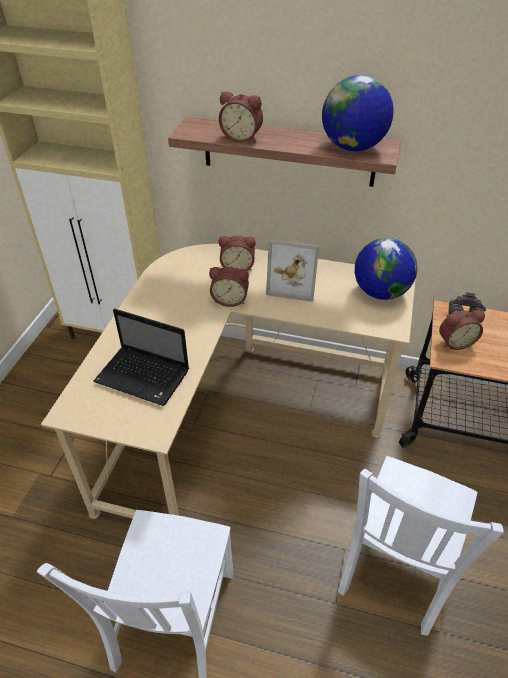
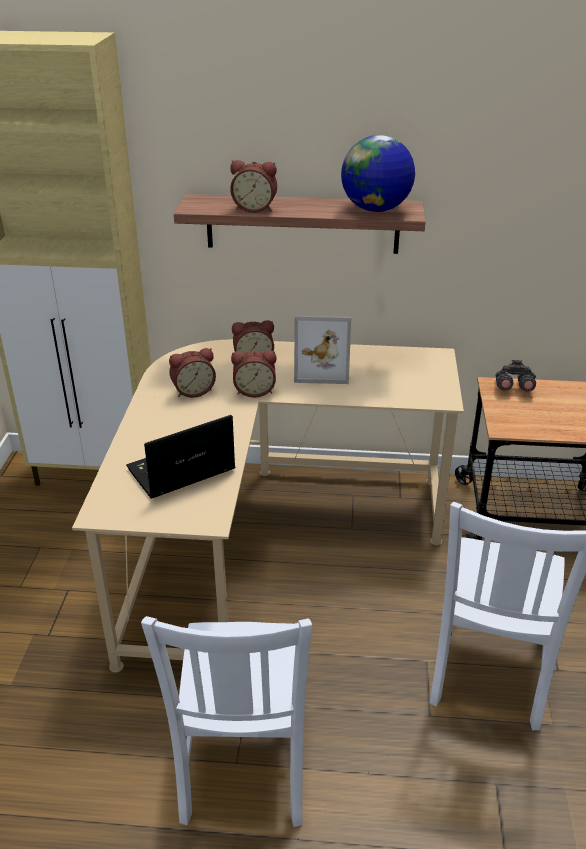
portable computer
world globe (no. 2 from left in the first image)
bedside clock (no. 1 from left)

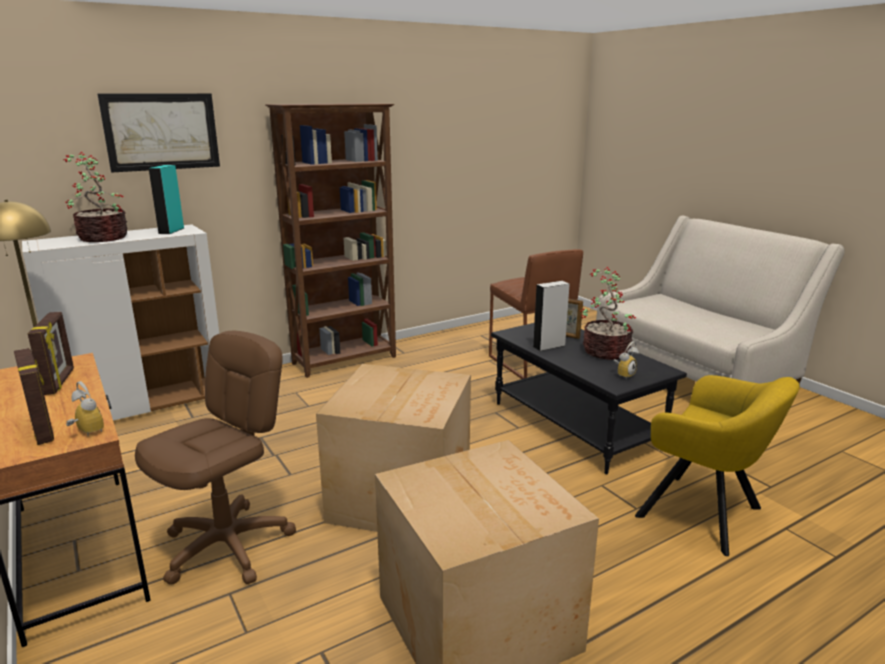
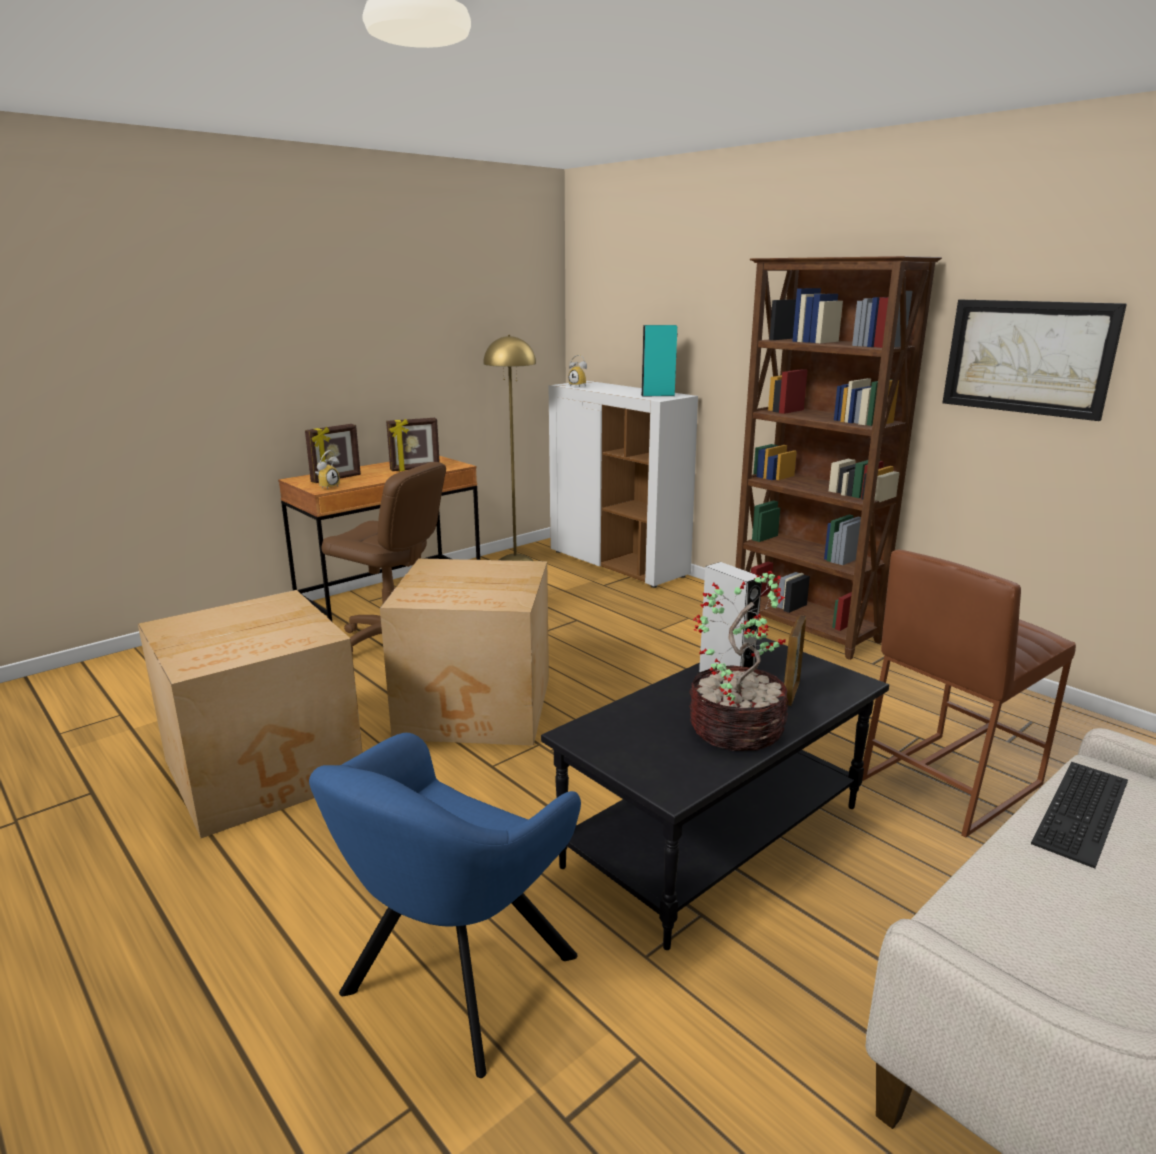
potted plant (no. 1 from left in the first image)
picture
bedside clock (no. 2 from left)
armchair (blue)
PC keyboard

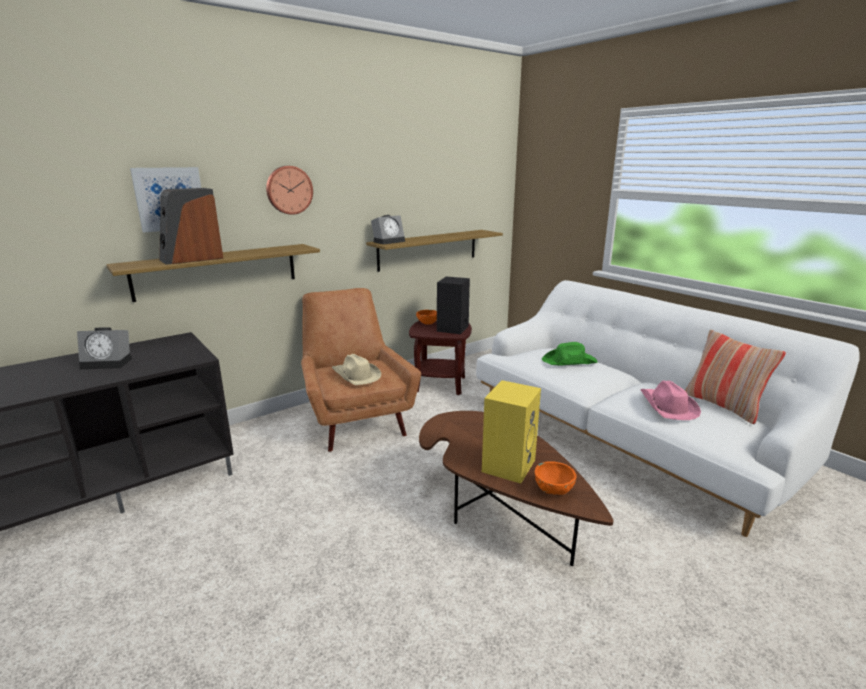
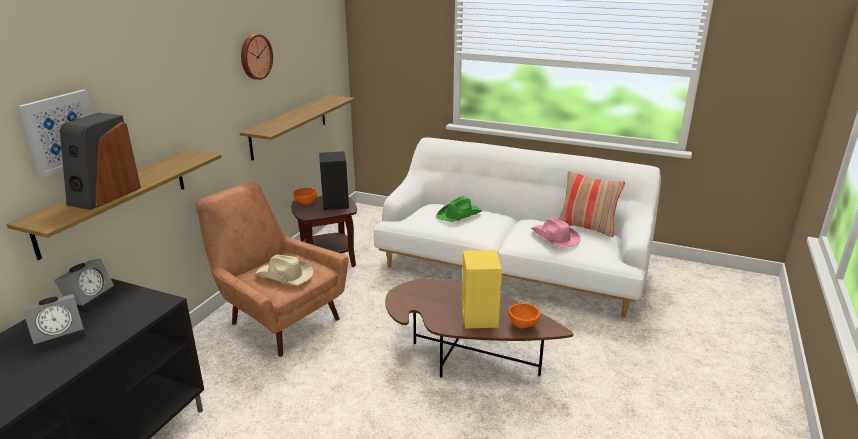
wall clock
bedside clock (no. 2 from left)

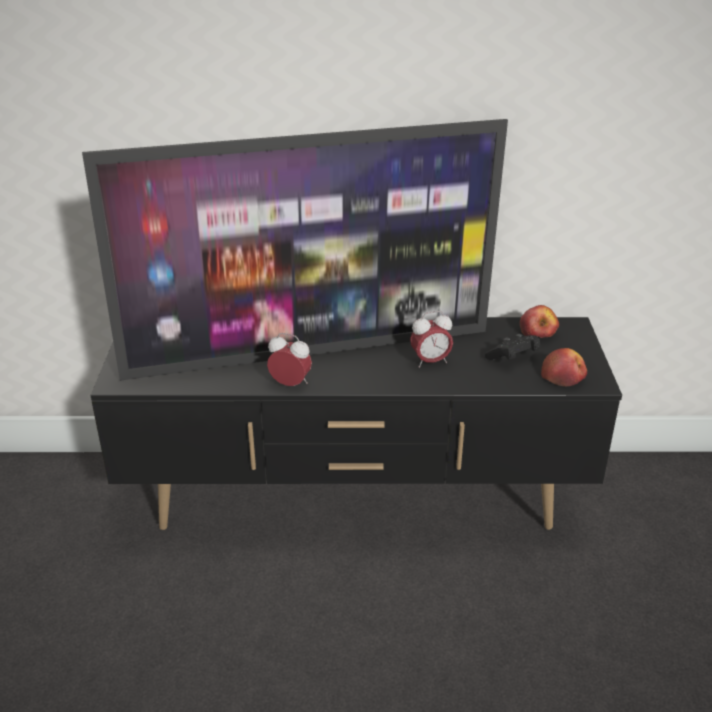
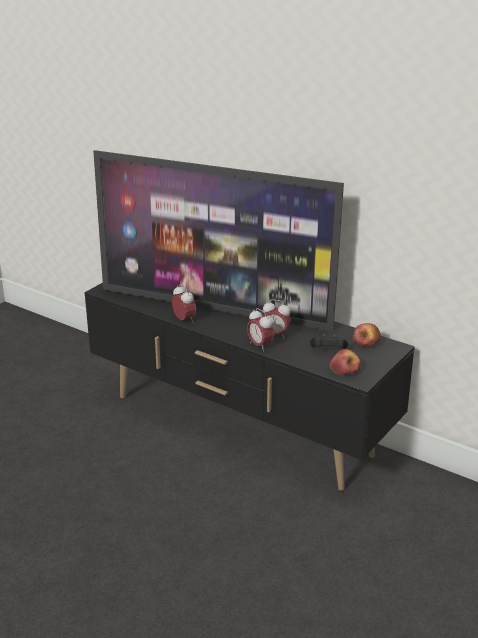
bedside clock (no. 2 from left)

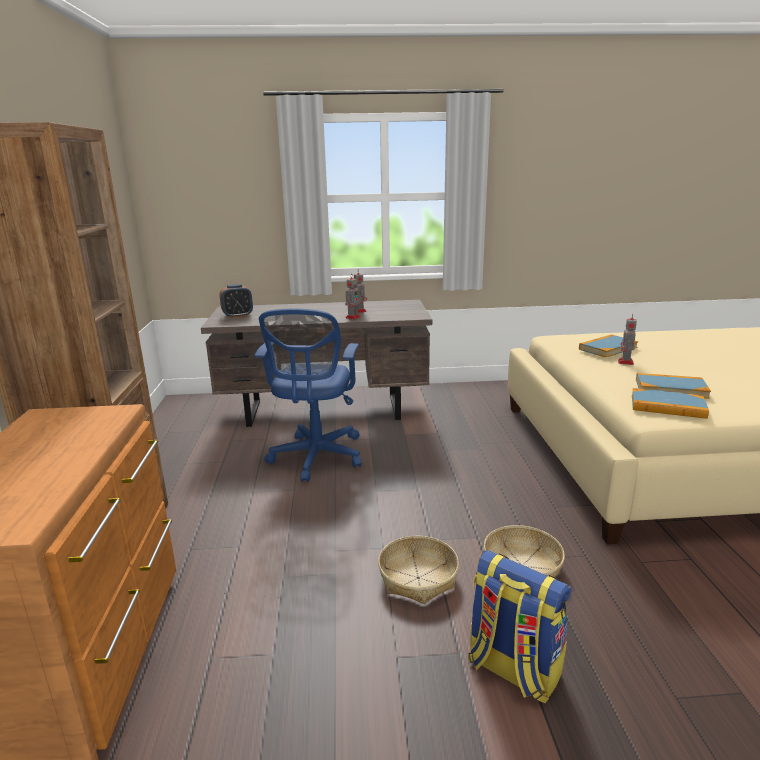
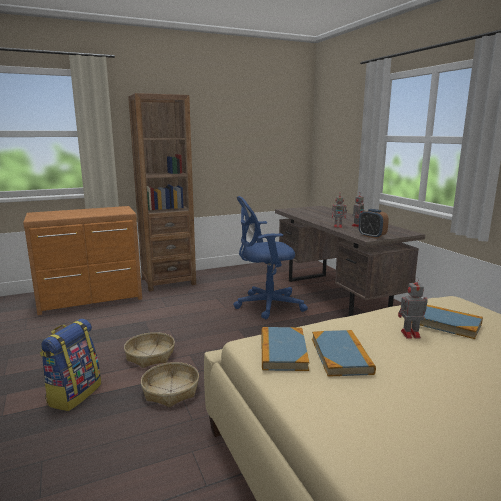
bedside clock

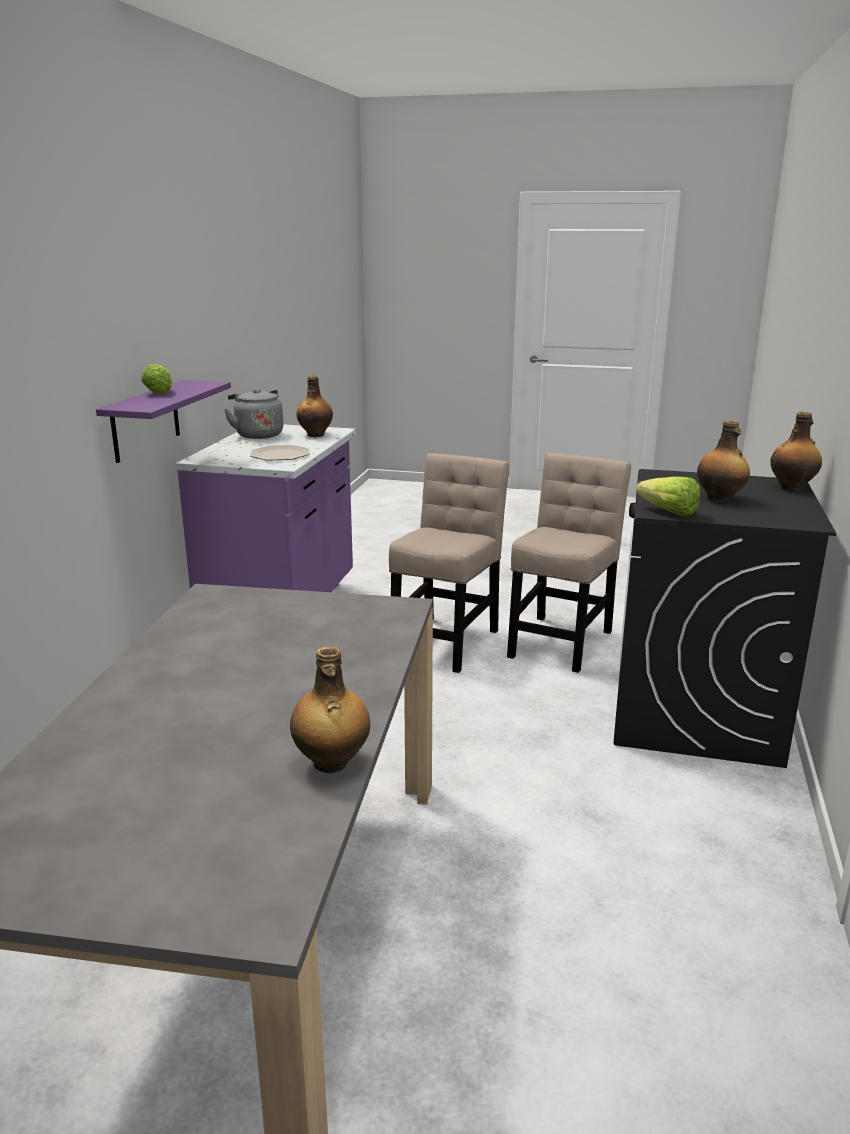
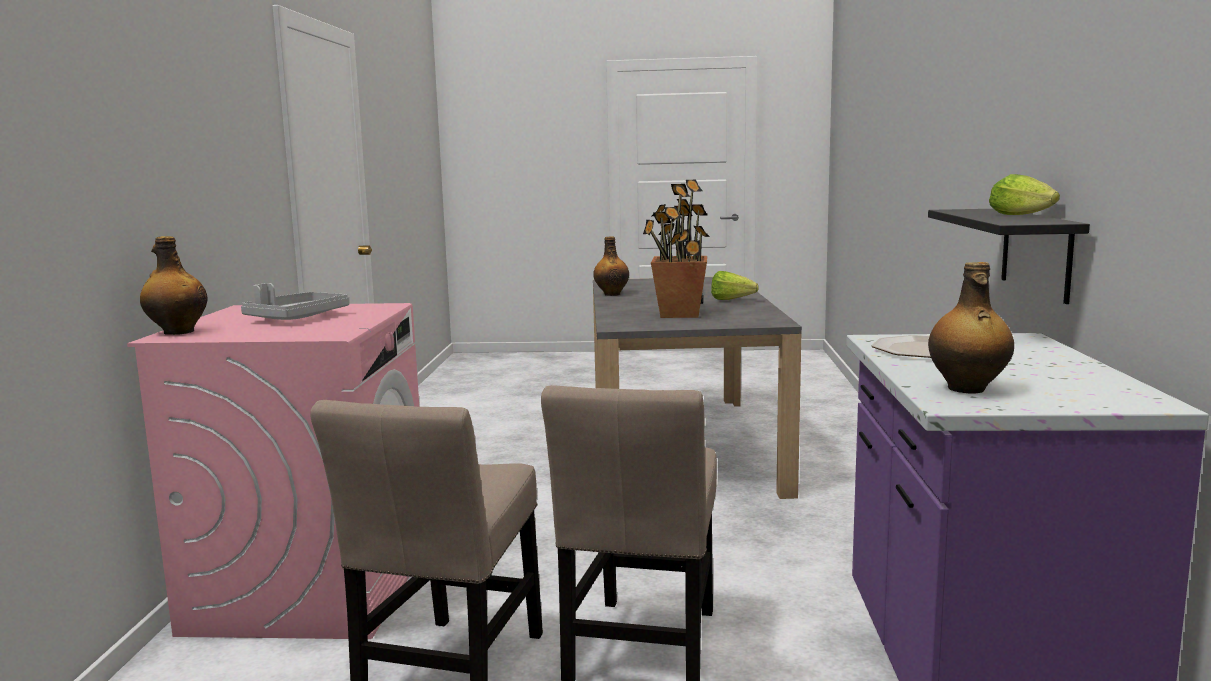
wall shelf (blackish)
tea kettle (gray)
washing machine (pink)
head of lettuce (no. 1 from left)
carrying tray (gray)
potted plant

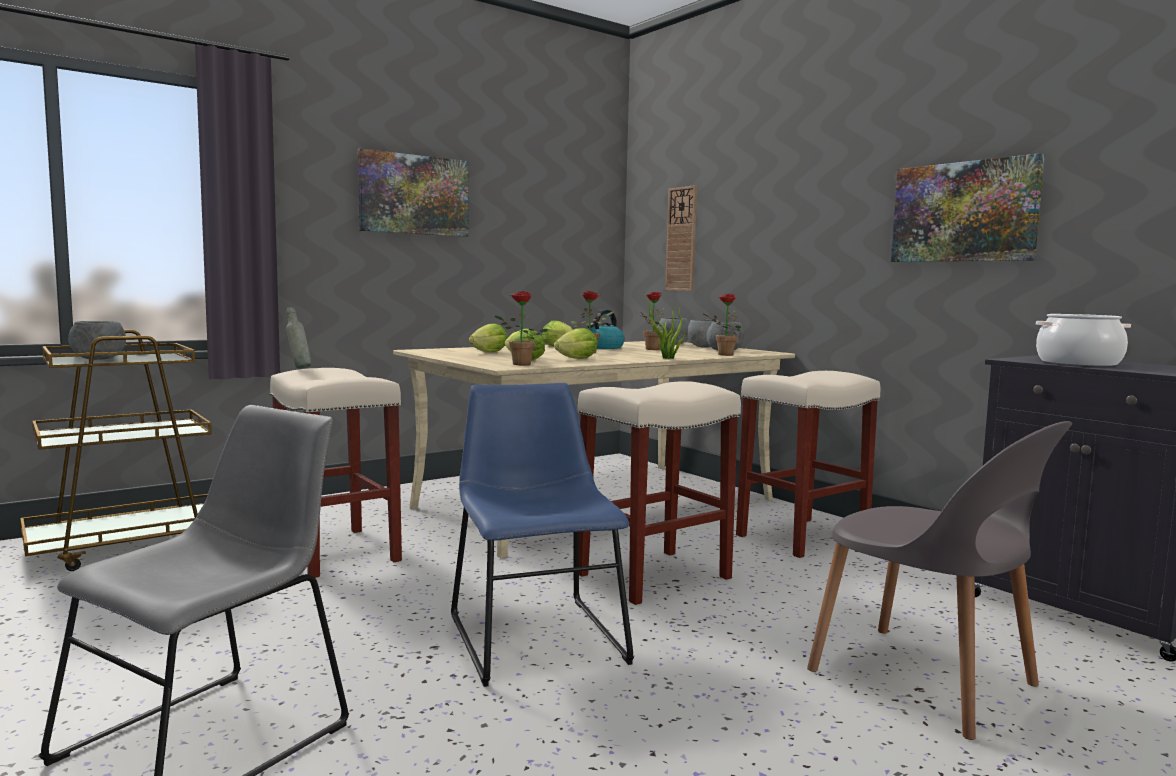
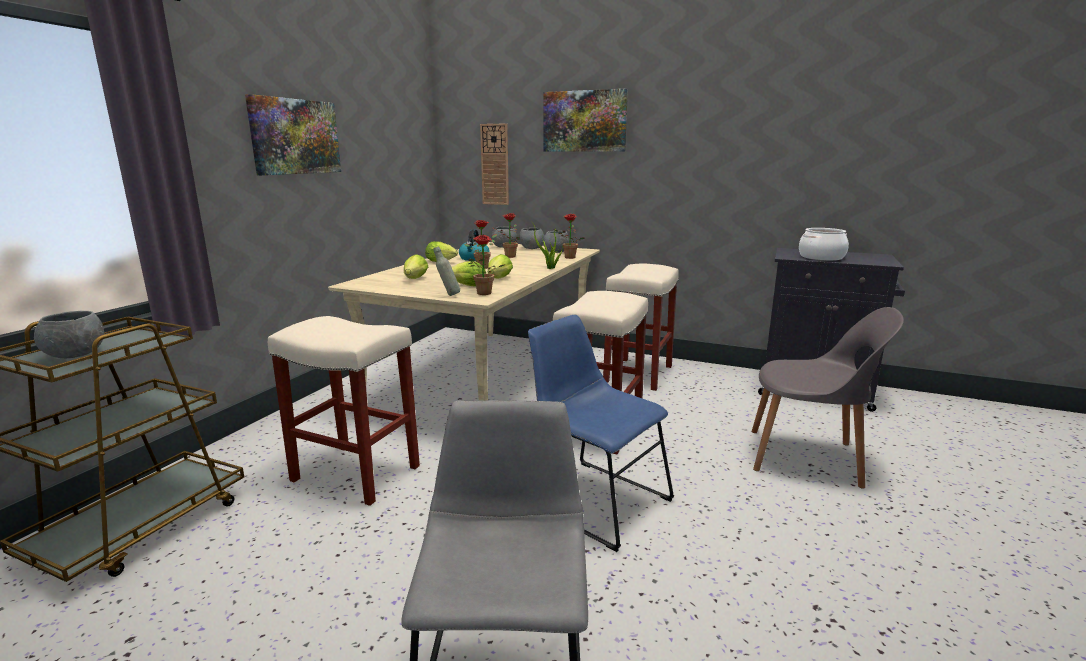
beverage bottle (gray)
picture (no. 2 from left)

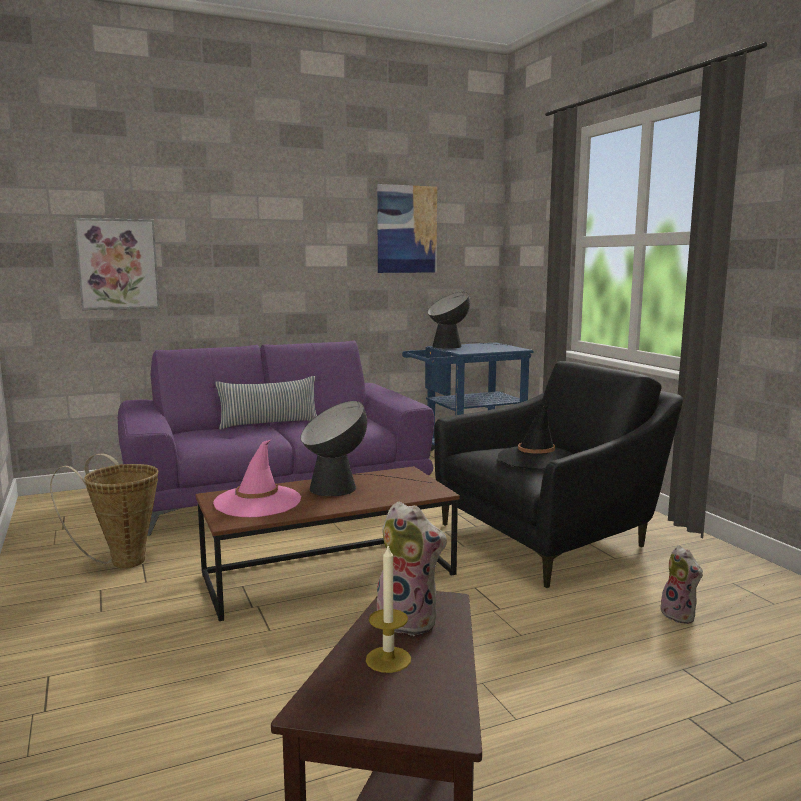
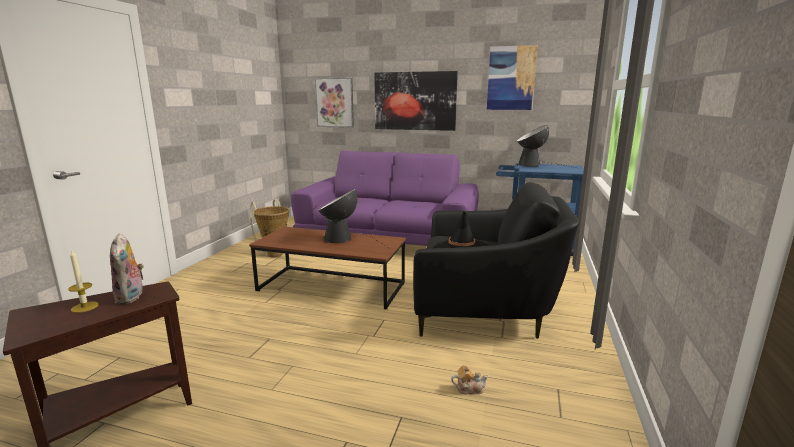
hat (pink)
cushion
tea pot
picture (no. 2 from left)

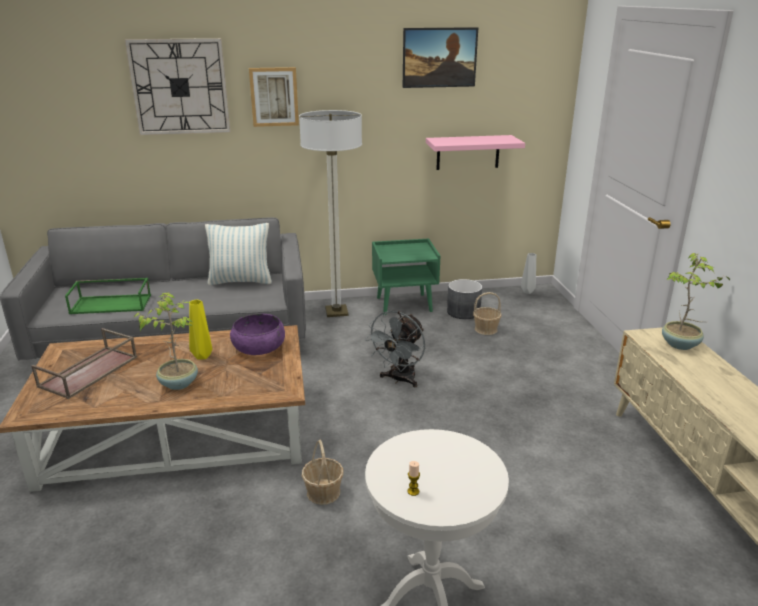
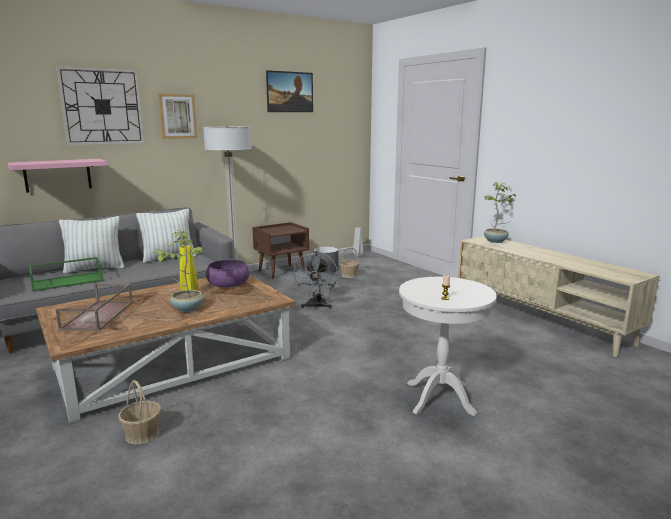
basket (no. 1 from left)
nightstand (brown-coloured)
wall shelf (pink)
cushion (no. 1 from left)

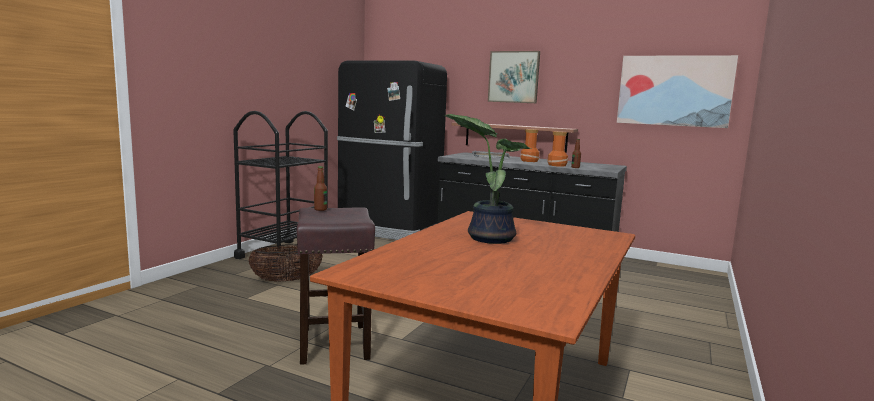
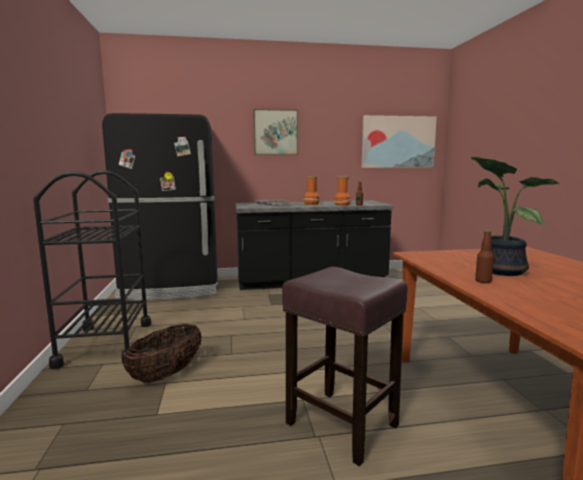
beverage bottle (no. 2 from left)
wall shelf

